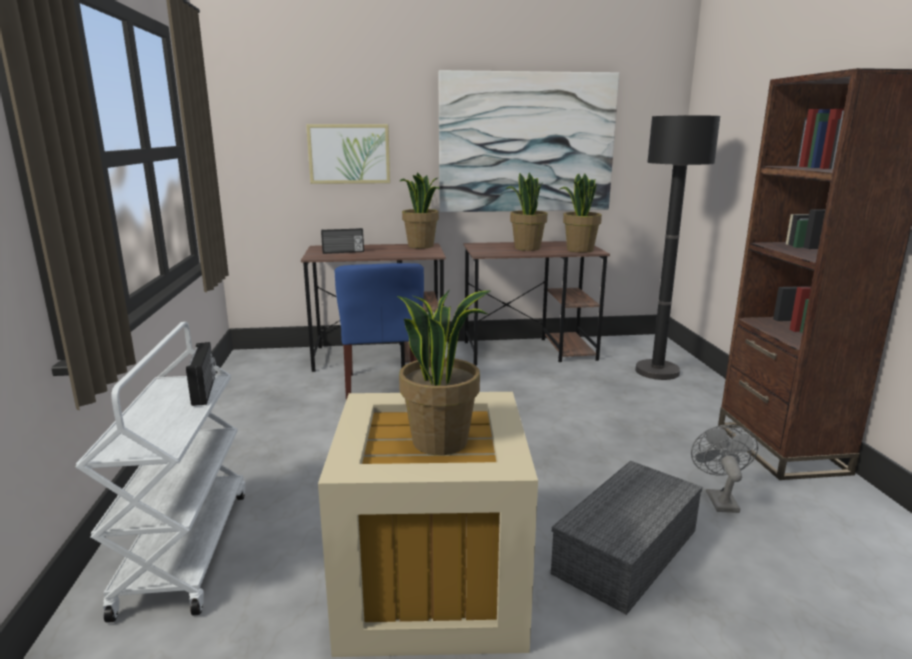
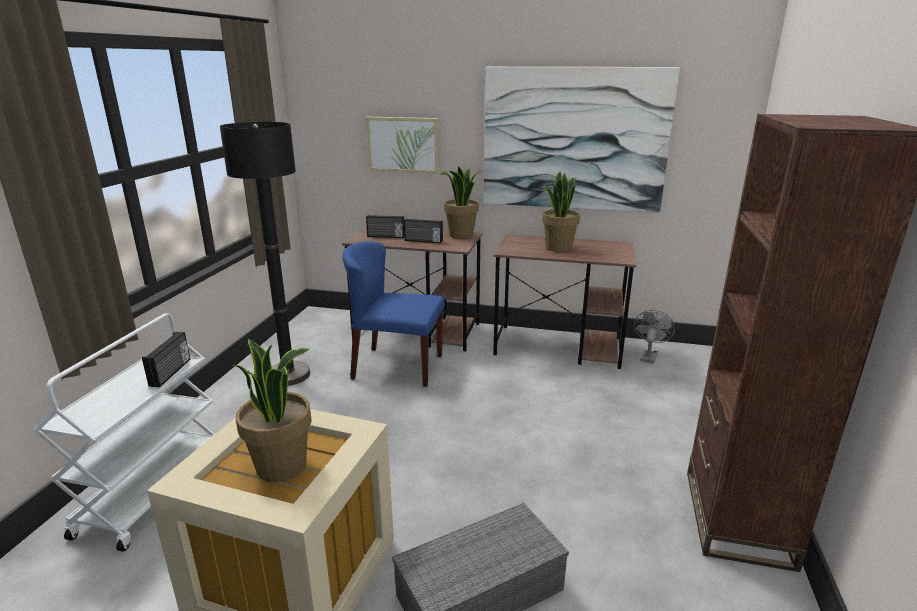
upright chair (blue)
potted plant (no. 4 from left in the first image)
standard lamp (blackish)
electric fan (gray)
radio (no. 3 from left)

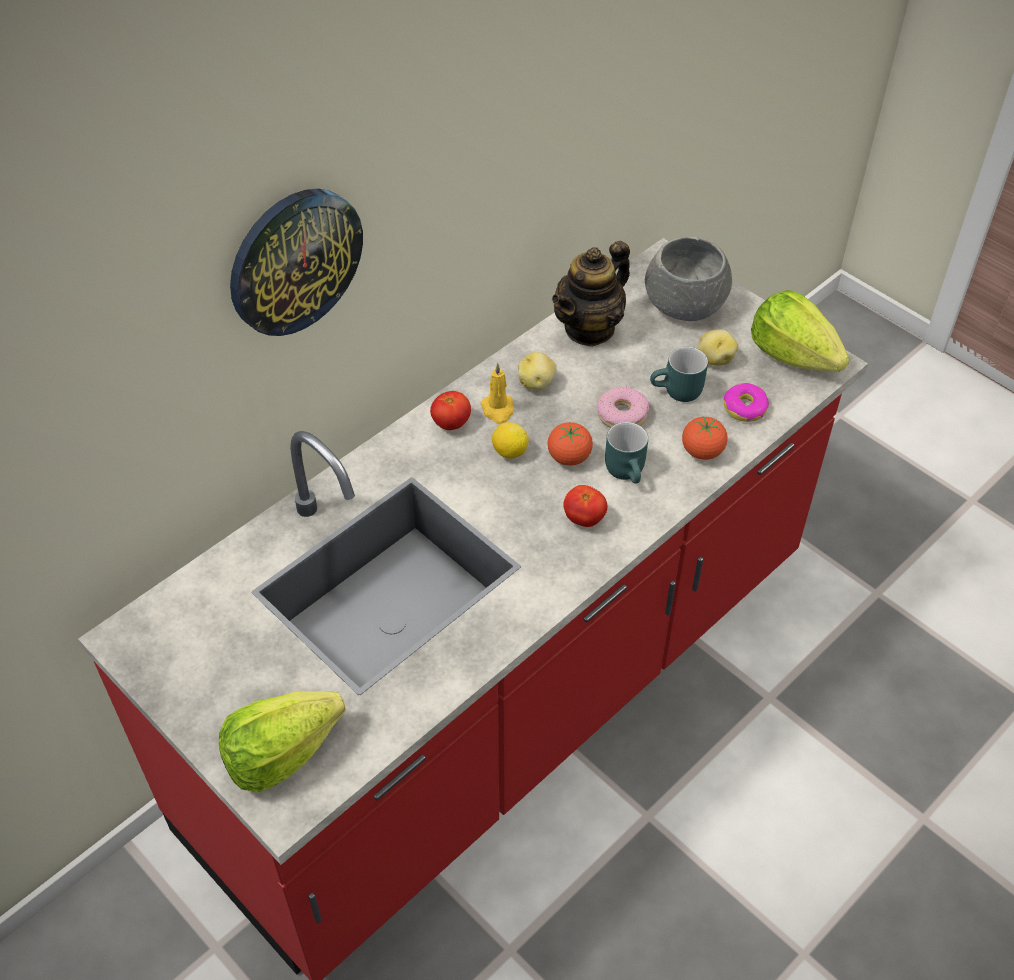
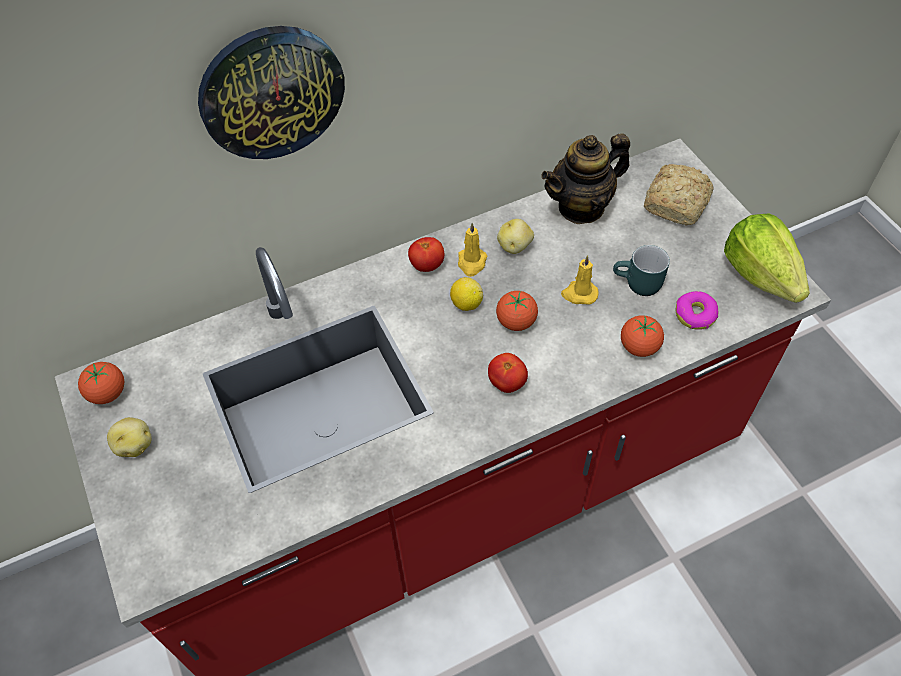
head of lettuce (no. 1 from left in the first image)
wax light (yellow-coloured) (no. 2 from left)
mug (turquoise) (no. 1 from left in the first image)
bakery bread
spud (no. 1 from left)
tomato (no. 1 from left)

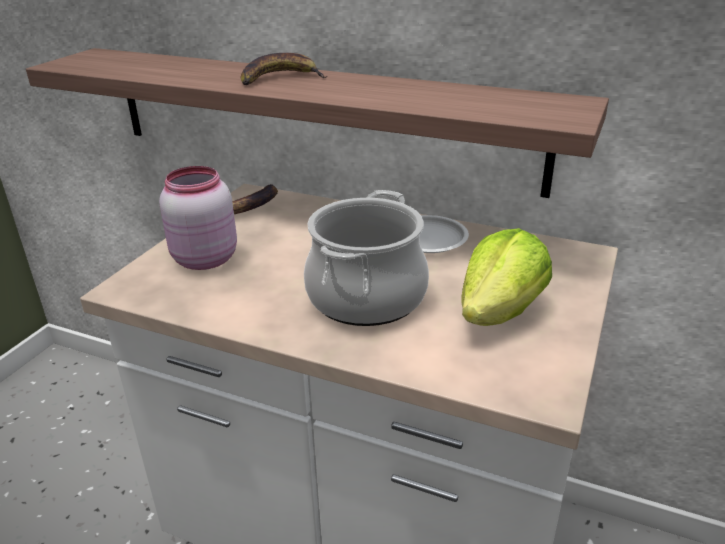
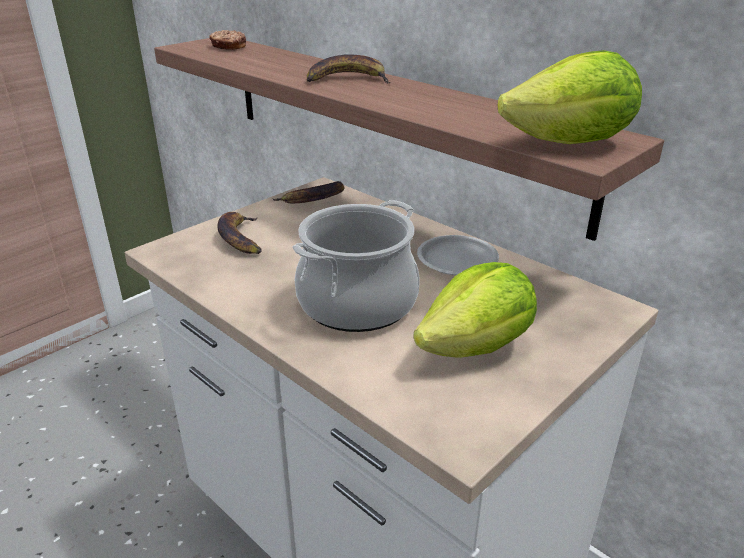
banana (no. 1 from left)
doughnut
head of lettuce (no. 2 from left)

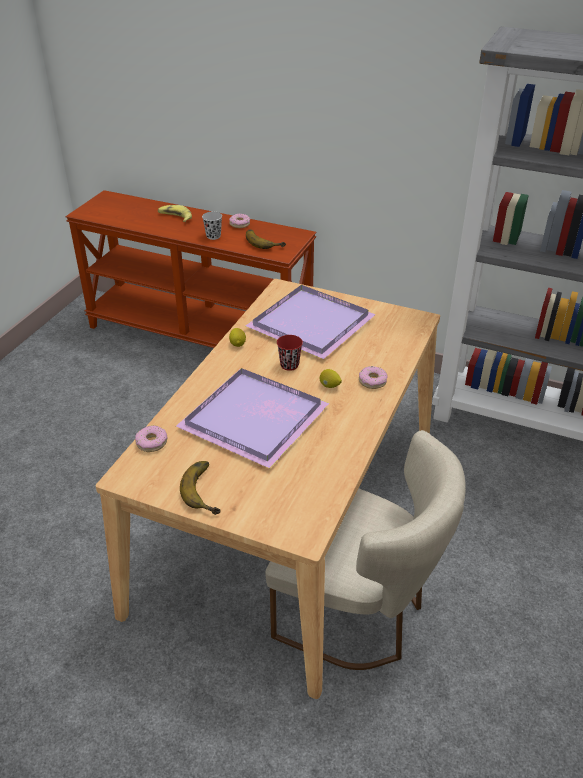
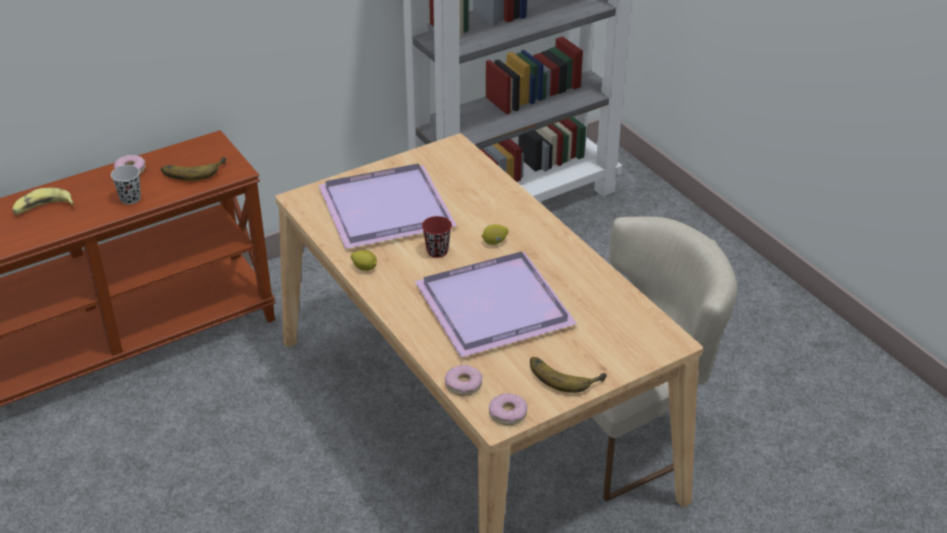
doughnut (no. 3 from left)

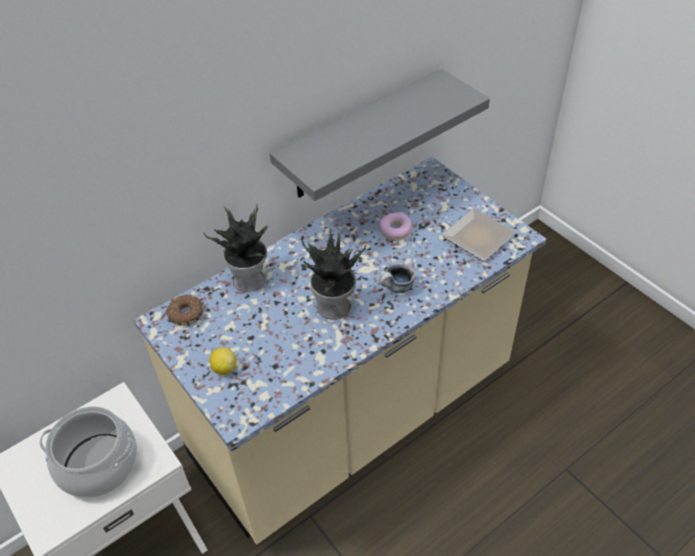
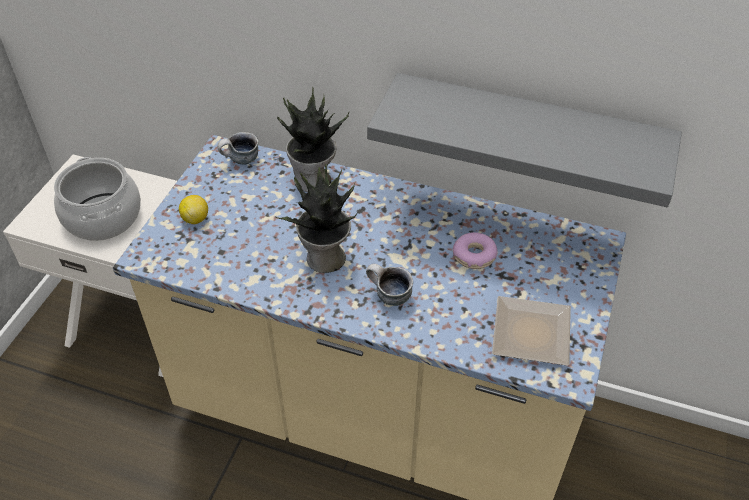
mug (no. 1 from left)

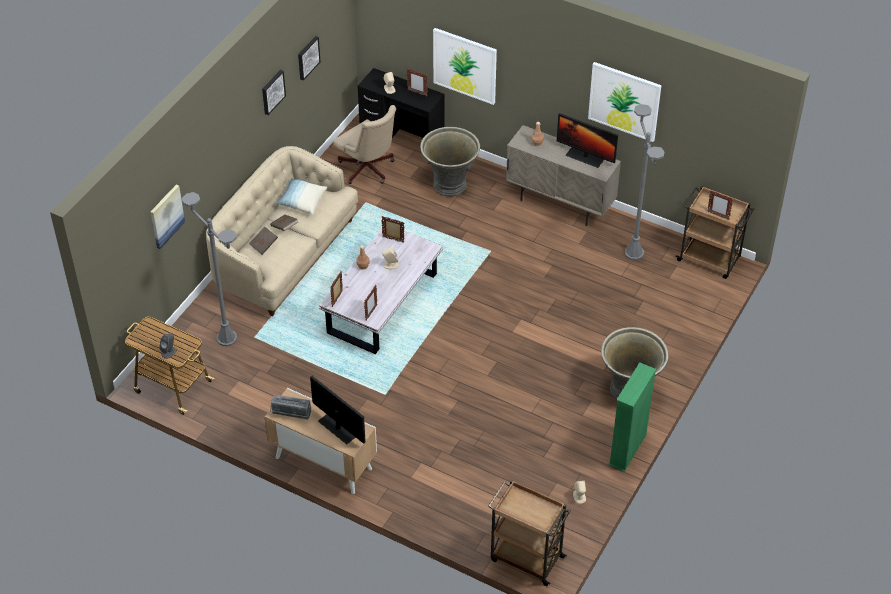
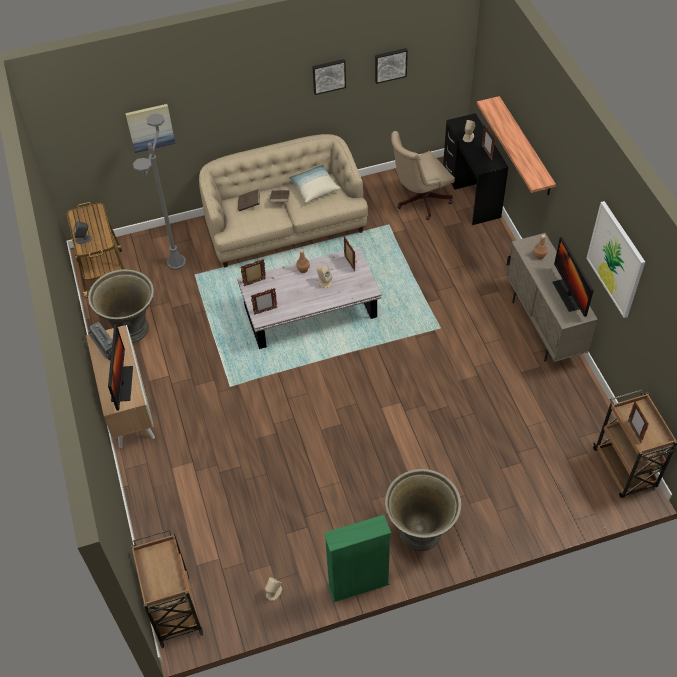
computer chair (beige)
plant pot (gray) (no. 1 from left)
wall shelf
standard lamp (gray) (no. 2 from left in the first image)

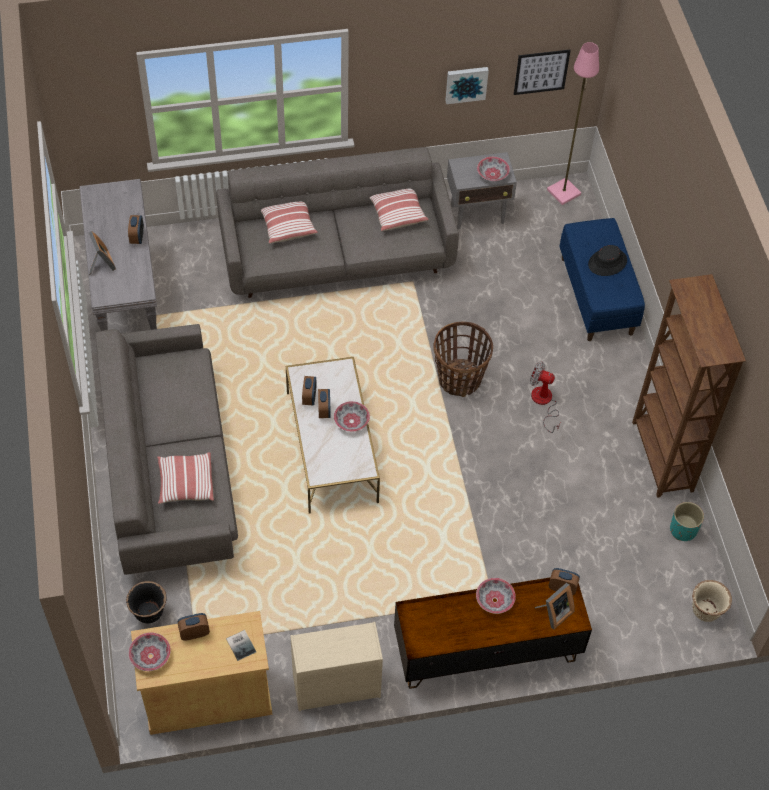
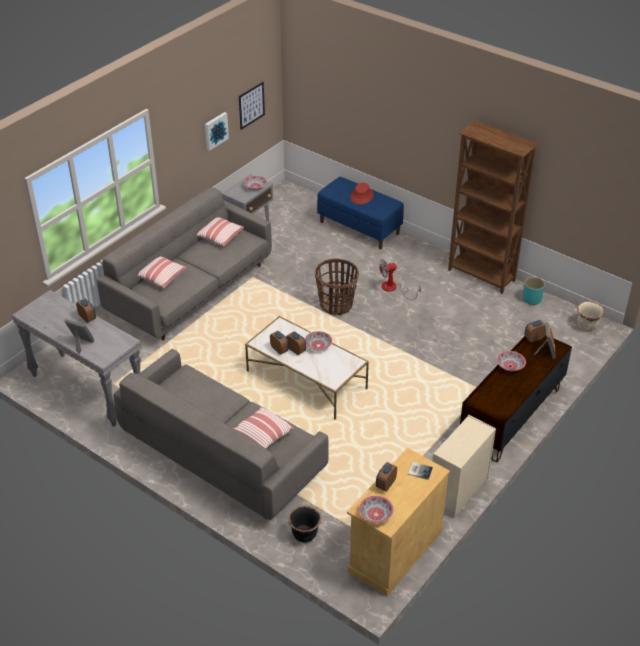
standard lamp (pink)
hat (reddish)

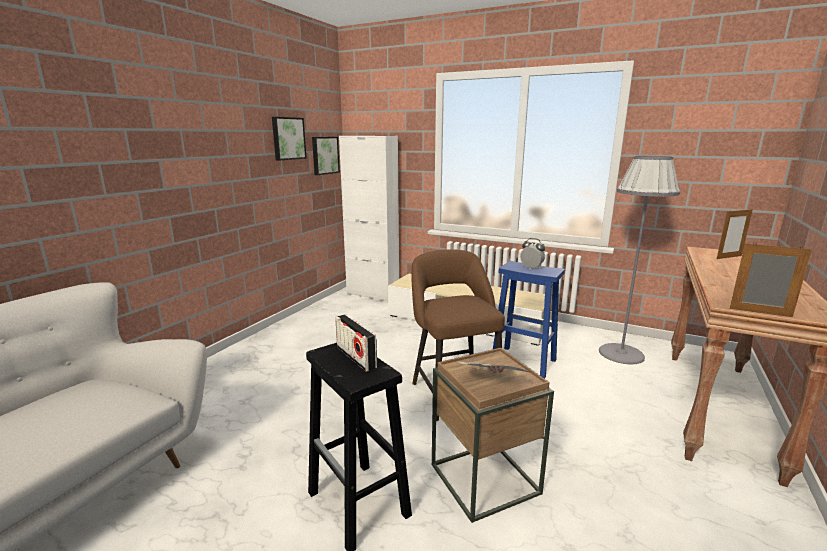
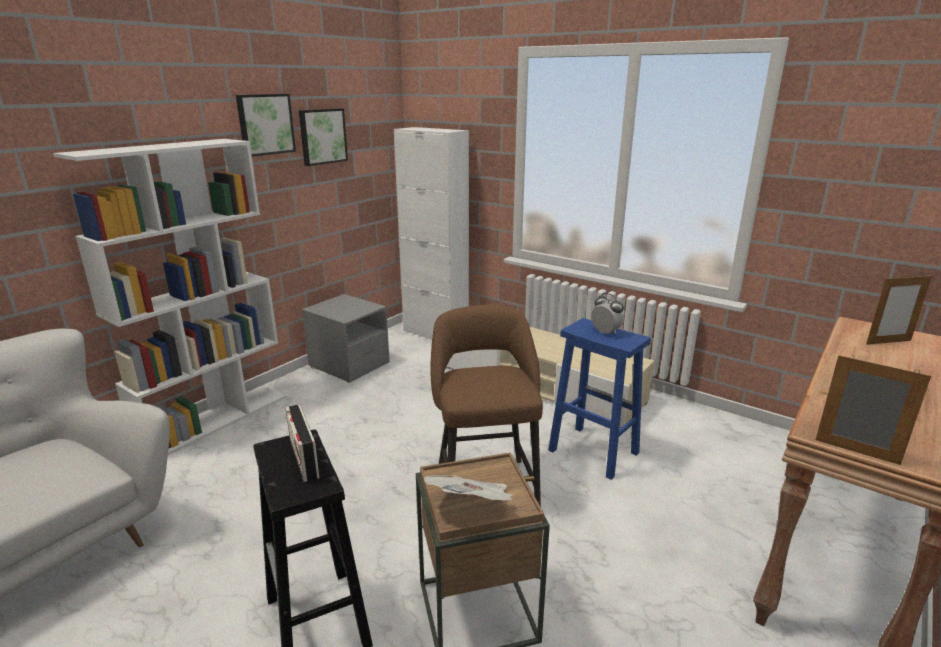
picture (no. 1 from left)
standard lamp (gray)
shelving unit (white-coloured)
nightstand (gray)

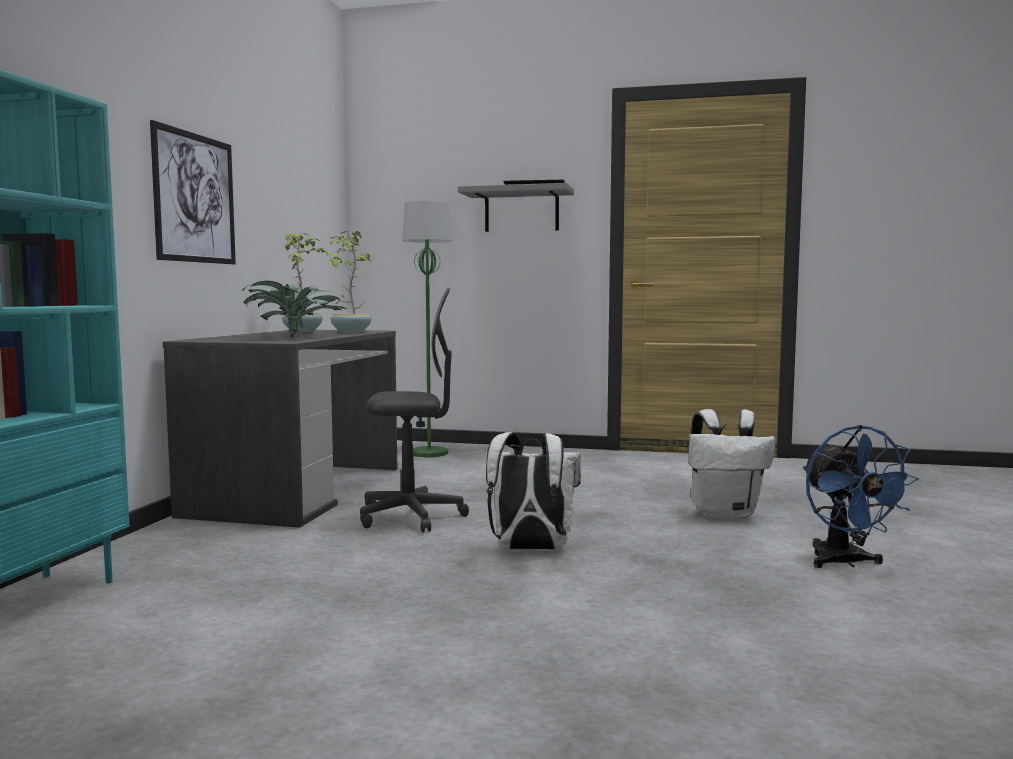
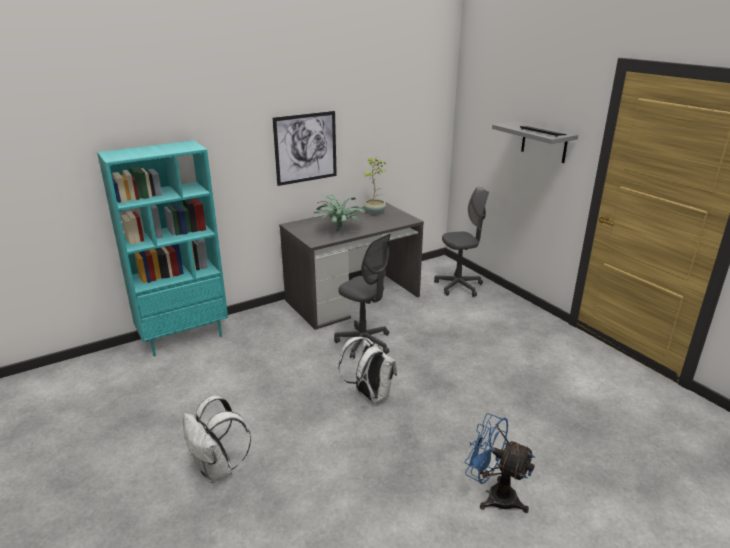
potted plant (no. 3 from left in the first image)
computer chair (gray) (no. 2 from left)
rucksack (white-coloured) (no. 1 from left)
electric fan (blue)

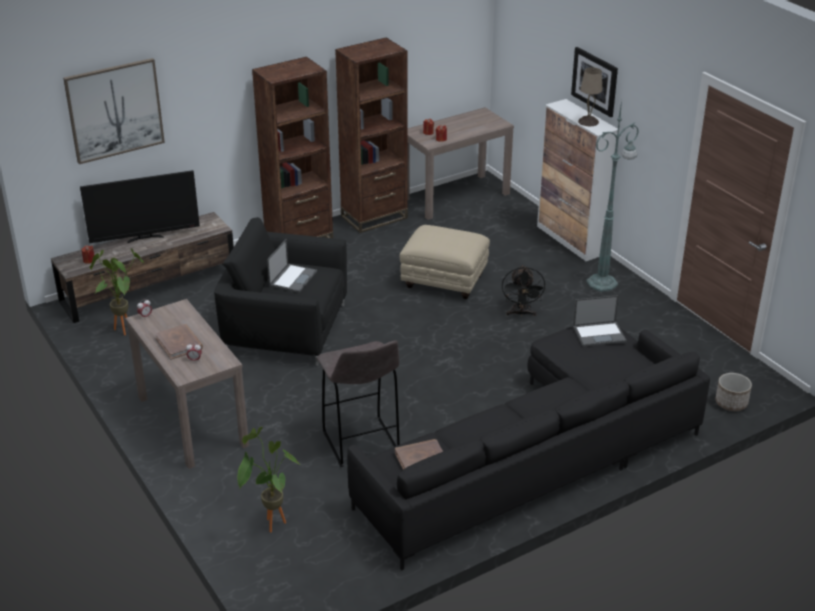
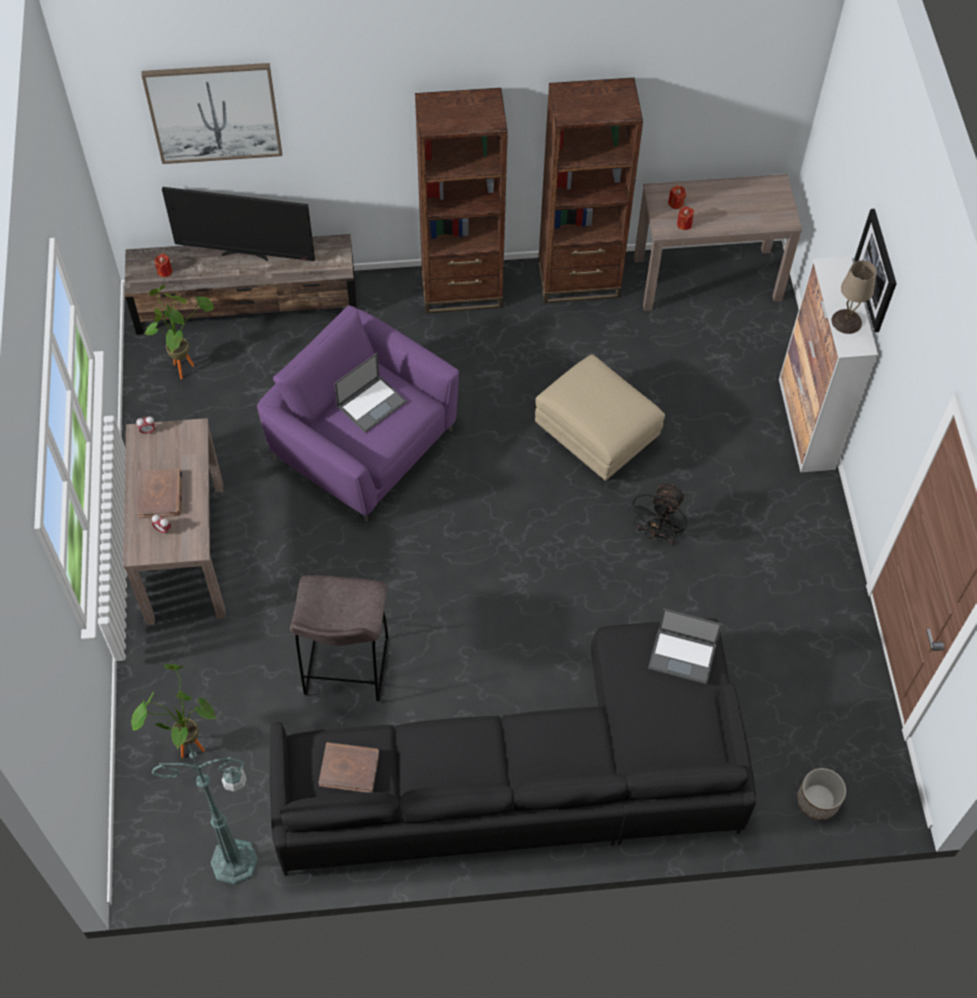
armchair (purplish)
standard lamp (green)

